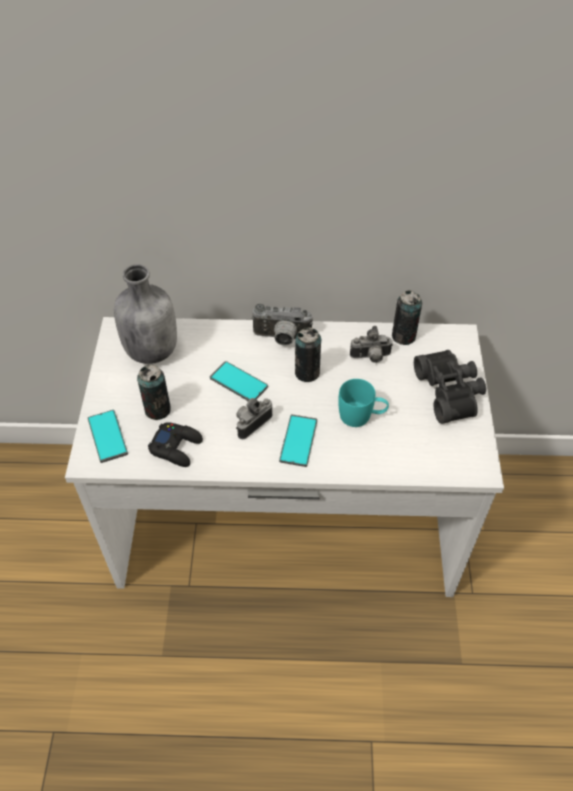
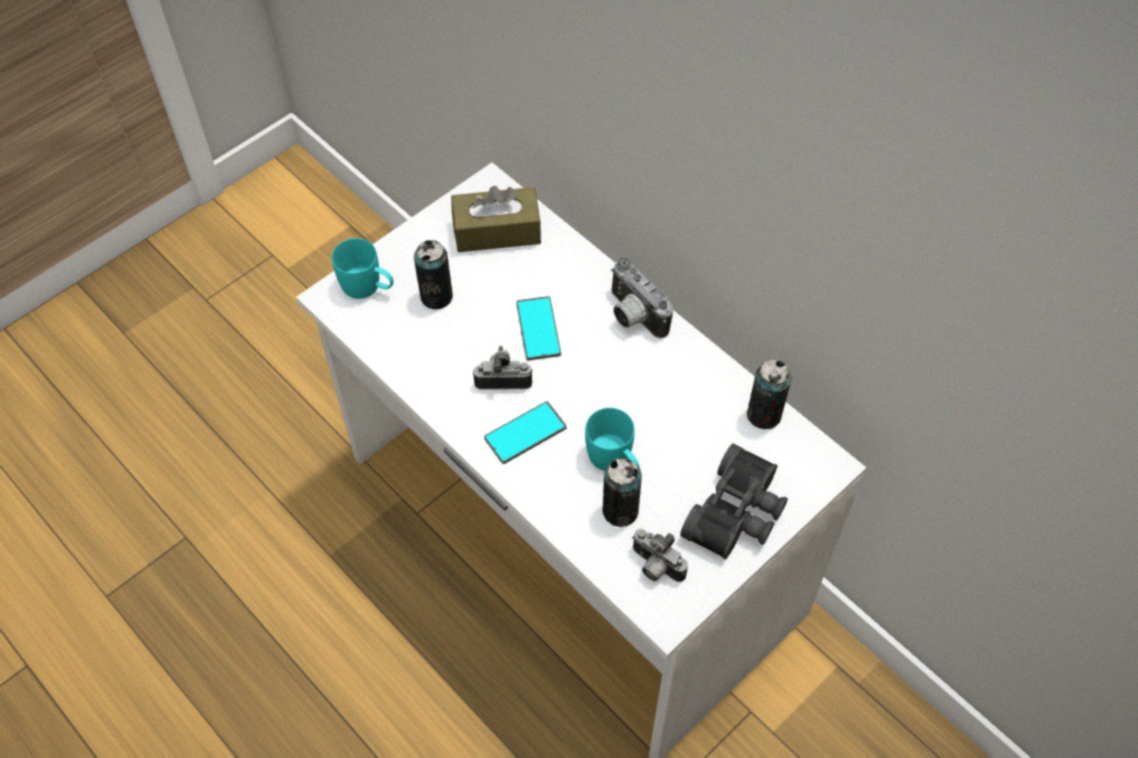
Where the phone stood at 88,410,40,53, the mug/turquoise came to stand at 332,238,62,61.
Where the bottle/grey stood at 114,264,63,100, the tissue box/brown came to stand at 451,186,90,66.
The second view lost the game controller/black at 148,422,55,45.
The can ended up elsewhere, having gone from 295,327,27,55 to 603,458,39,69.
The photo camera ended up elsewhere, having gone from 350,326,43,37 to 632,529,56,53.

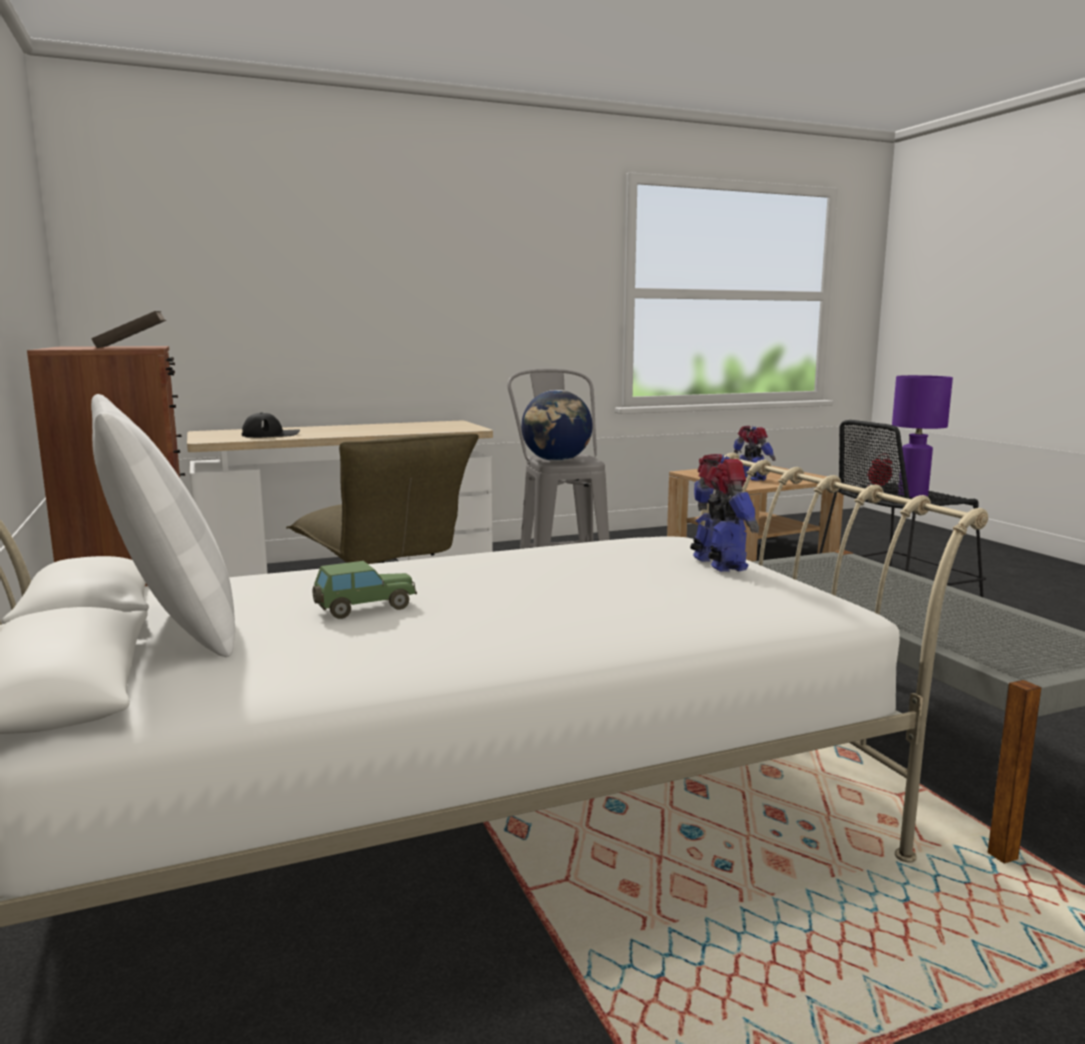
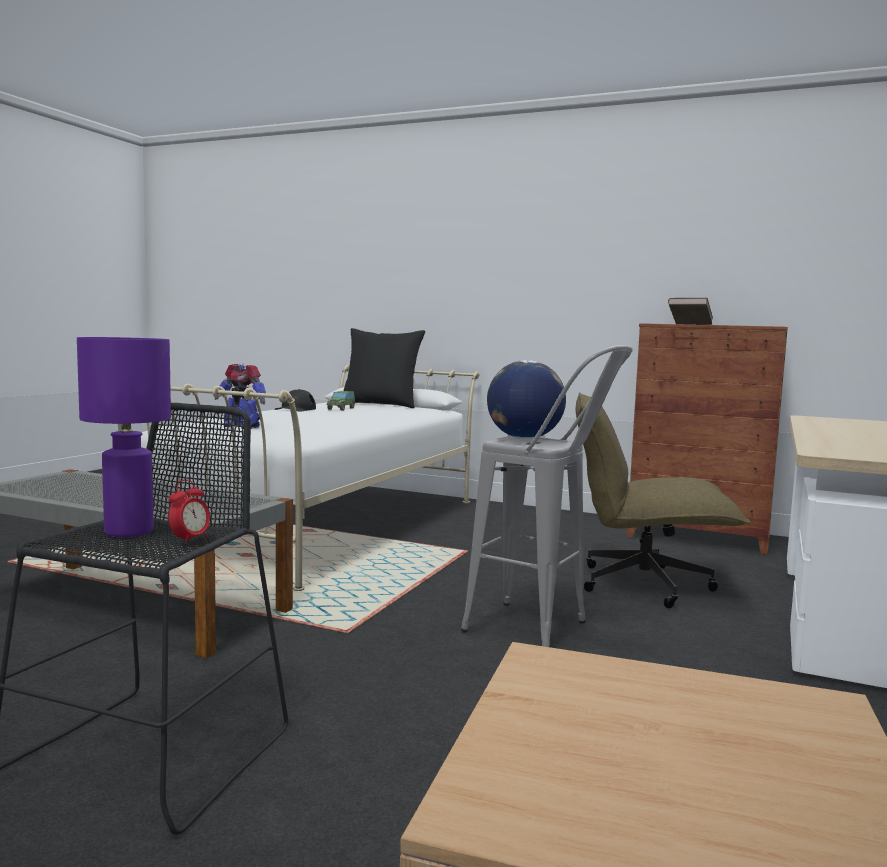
What was the pillow/white at 91,394,144,263 turned into the pillow/black at 343,328,82,80.
The cap/black ended up elsewhere, having gone from 242,412,58,26 to 274,389,42,23.
The second view lost the toy robot at 734,426,42,55.

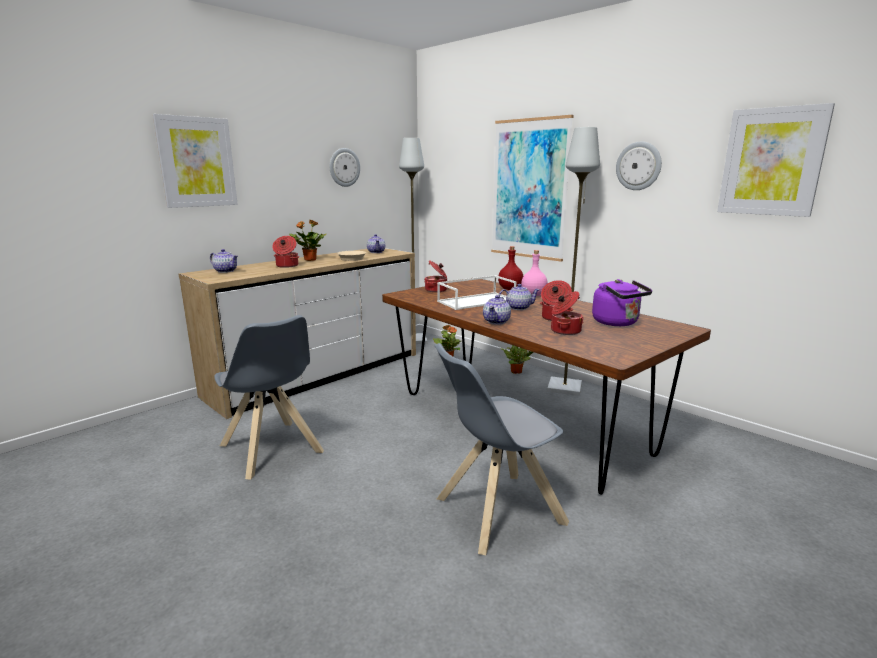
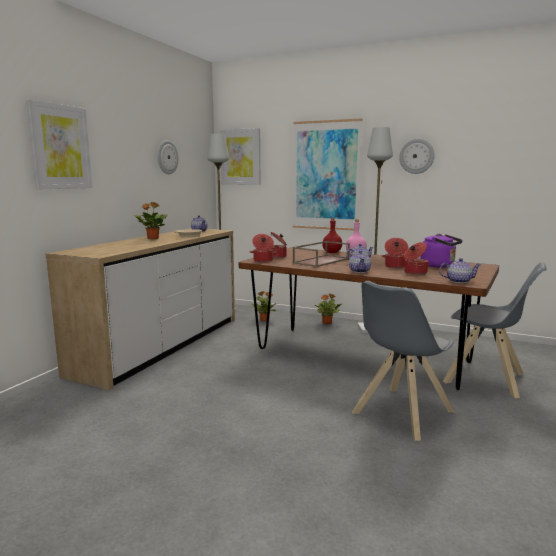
The teapot ended up elsewhere, having gone from 210,249,28,24 to 439,258,42,25.
The chair/grey ended up elsewhere, having gone from 214,315,110,165 to 443,262,103,136.
The cooking pot ended up elsewhere, having gone from 272,236,27,32 to 249,234,28,28.
What was the tray/white at 437,275,79,35 turned into the tray/brown at 293,241,57,26.
The picture ended up elsewhere, having gone from 717,103,118,114 to 220,128,40,57.

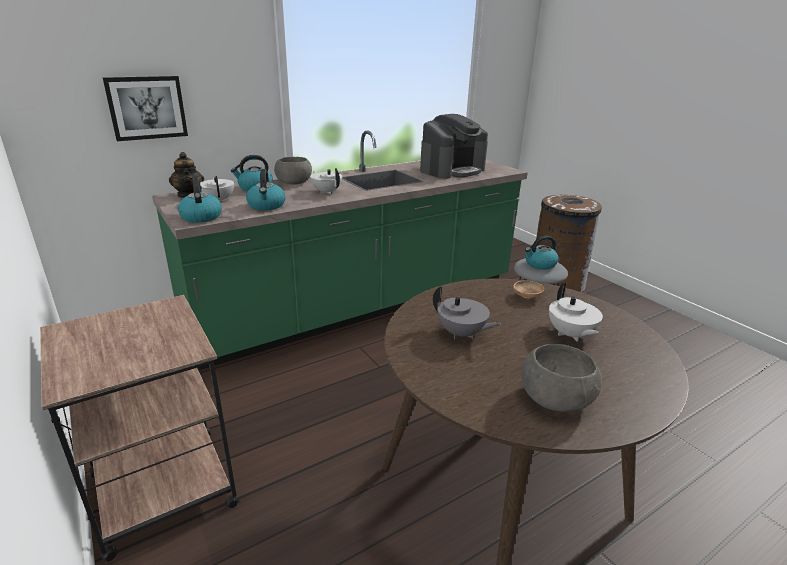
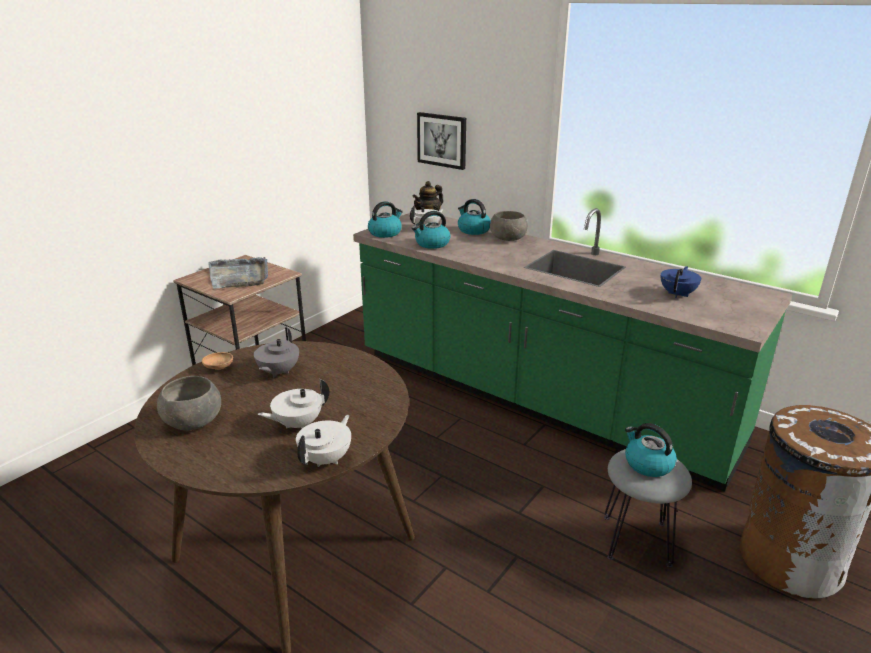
The teapot/white ended up elsewhere, having gone from 310,168,32,26 to 296,415,55,52.
Where the coffee machine stood at 420,114,68,65, the teapot/blue came to stand at 661,266,40,32.
The bowl/brown ended up elsewhere, having gone from 513,280,31,18 to 202,352,31,18.
The second view gained the tray/grey at 208,257,60,32.

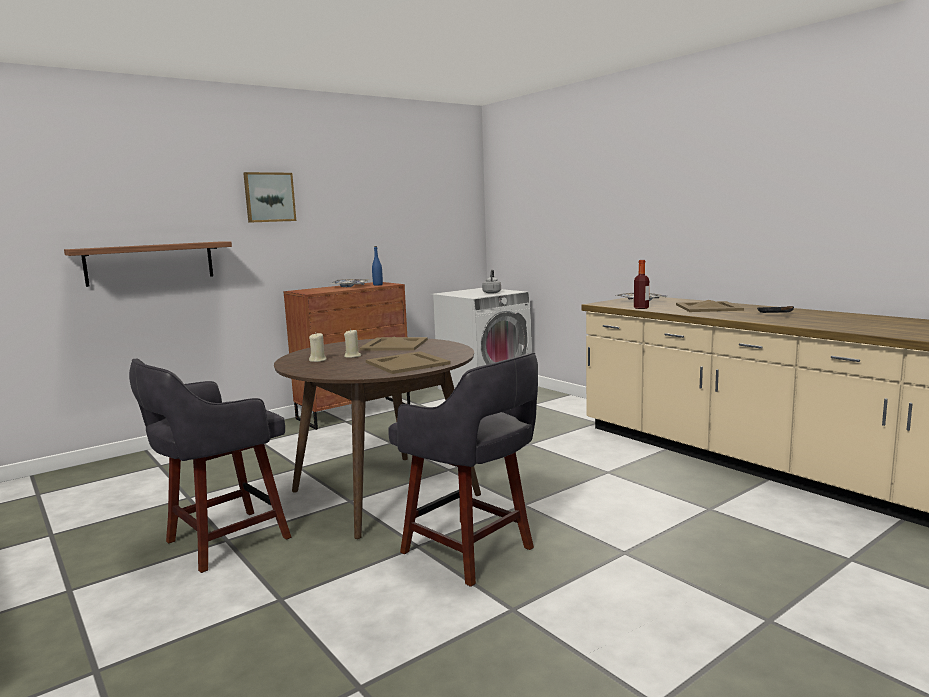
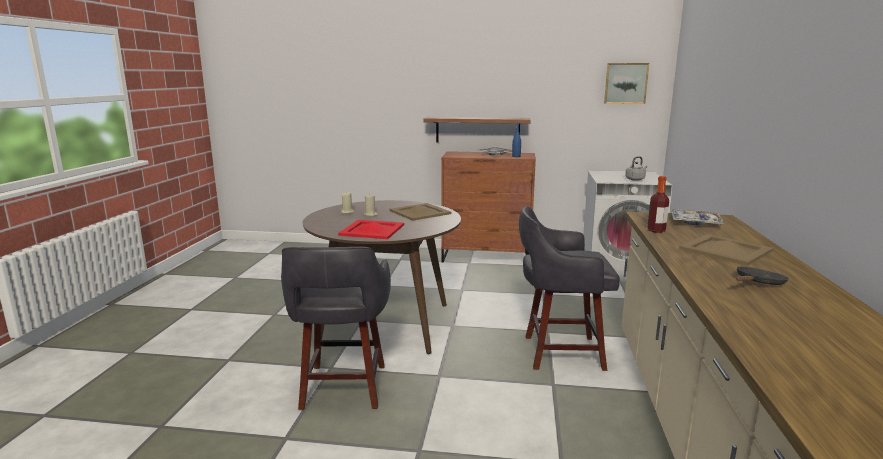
The shelf ended up elsewhere, having gone from 64,241,168,46 to 424,117,107,25.
The stool/grey ended up elsewhere, having gone from 129,359,162,214 to 519,206,101,165.
The picture ended up elsewhere, having gone from 243,172,53,51 to 604,63,45,41.
What was the tray/beige at 366,351,84,23 turned into the tray/red at 338,220,66,19.

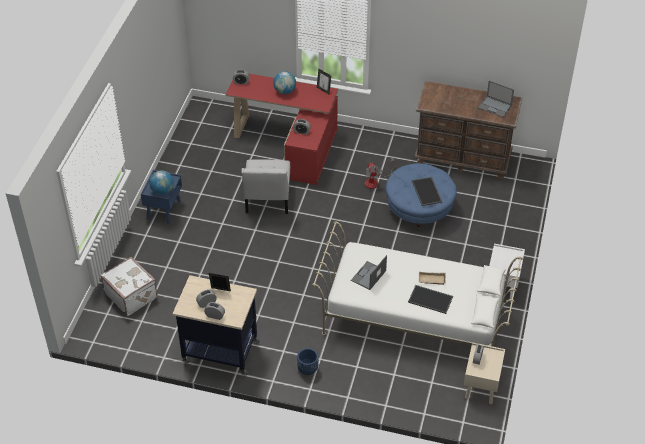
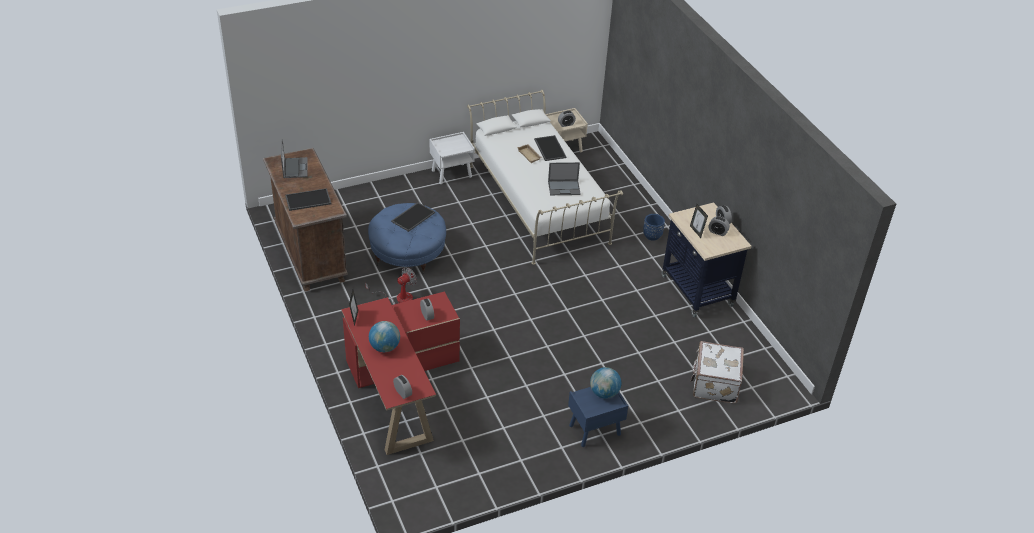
The second view lost the chair/white at 242,160,48,54.
The second view gained the tray at 285,188,46,23.

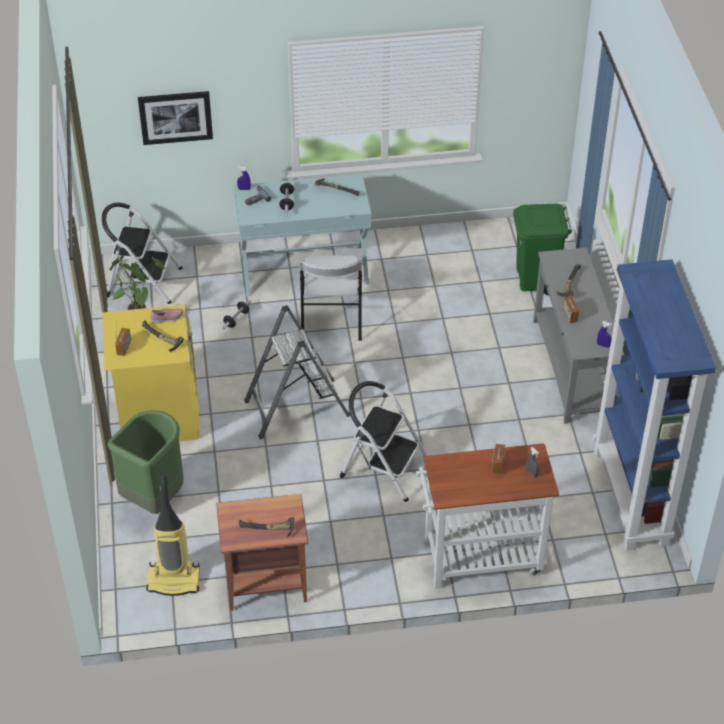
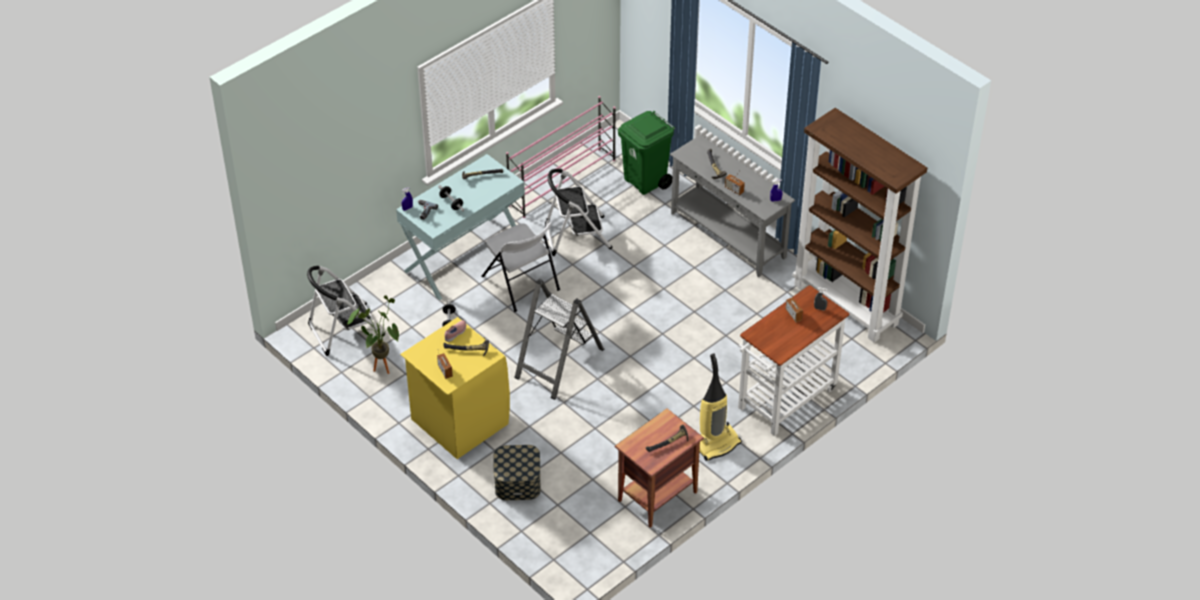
Where the trash can/green stood at 108,410,75,104, the storage box came to stand at 494,445,47,55.
The second view lost the picture at 138,91,75,54.
The vacuum cleaner ended up elsewhere, having gone from 146,475,54,121 to 699,354,43,107.
The step ladder ended up elsewhere, having gone from 340,381,88,121 to 545,169,67,87.
What was the bookcase/blue at 593,259,123,292 turned into the bookcase/brown at 793,108,134,235.
The second view gained the shoe rack/pink at 506,96,110,122.

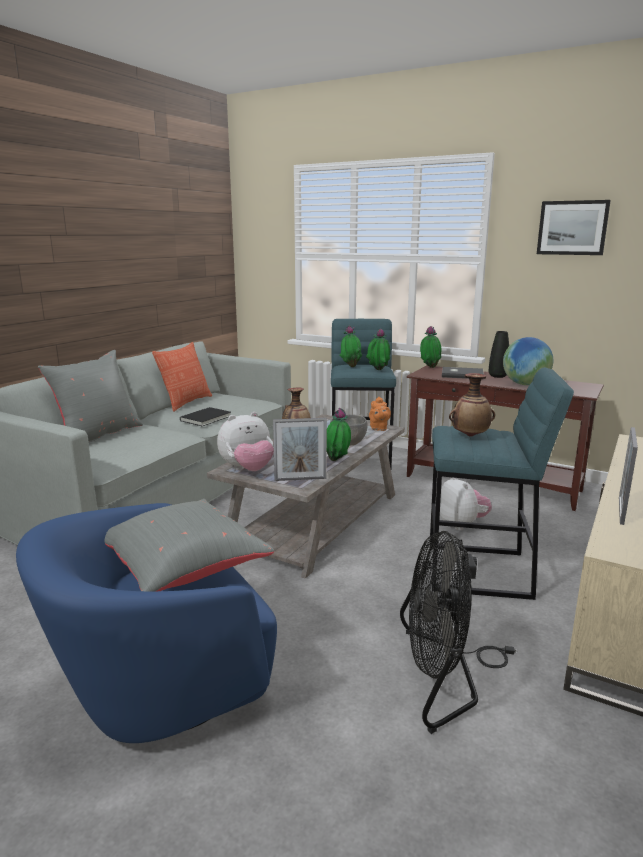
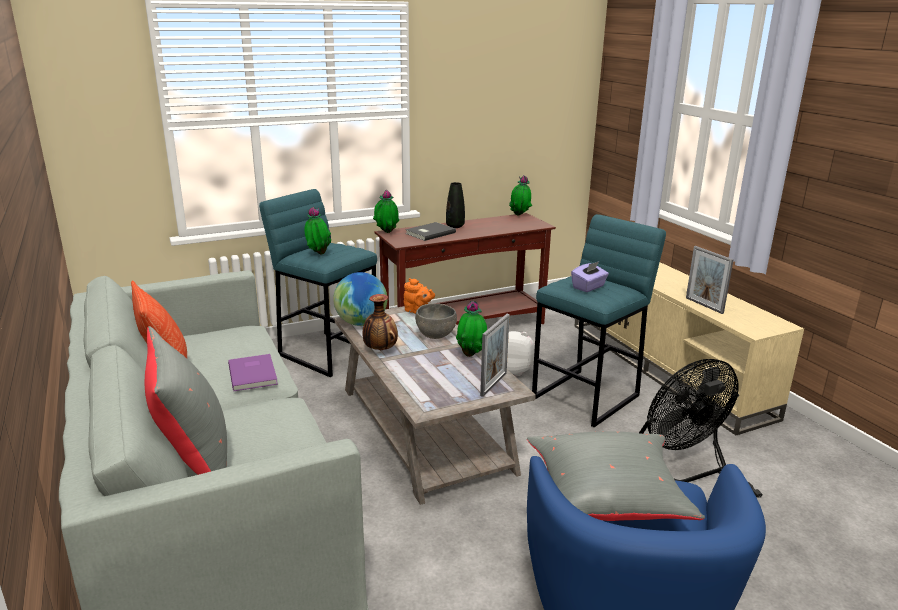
What was the book/black at 180,407,51,19 turned into the book/purple at 228,354,50,37.
The second view lost the plush toy at 217,412,57,59.
The potted plant ended up elsewhere, having gone from 366,328,24,42 to 509,175,23,41.
The fan/black at 400,531,116,203 ended up facing another way, 120 degrees clockwise from before.
Where the vase stood at 449,373,46,64, the tissue box/purple came to stand at 571,262,38,30.
The globe ended up elsewhere, having gone from 503,337,50,48 to 333,272,54,54.
The second view lost the picture at 537,200,74,55.

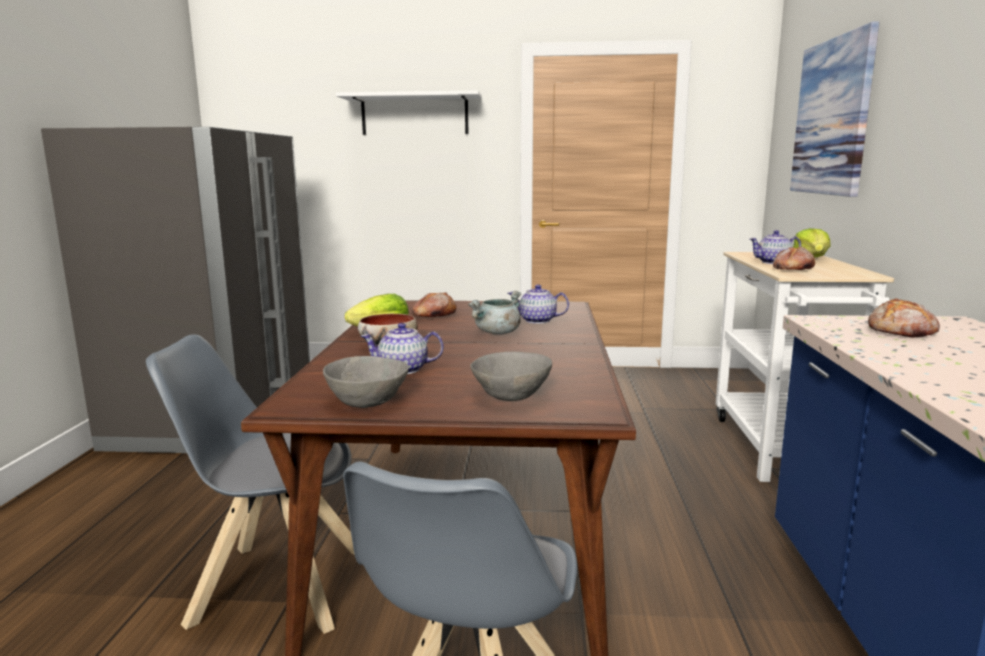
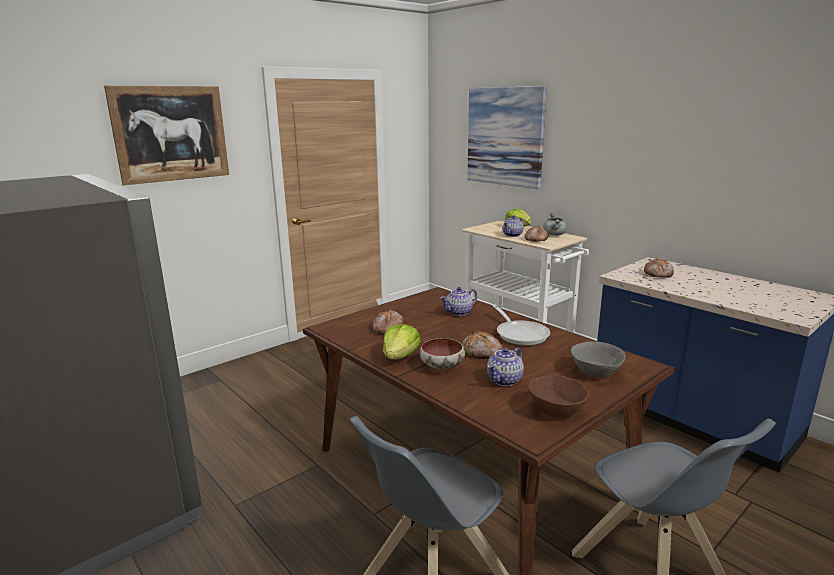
What was the bowl/grey at 323,356,86,52 turned into the bowl/brown at 528,375,61,43.
Where the shelf/white hung at 336,91,146,44, the picture came to hang at 104,86,125,99.
The cooking pot/grey ended up elsewhere, having gone from 468,291,53,44 to 543,213,24,23.
The second view gained the bread at 461,331,42,28.
The second view gained the frying pan at 492,305,58,41.

